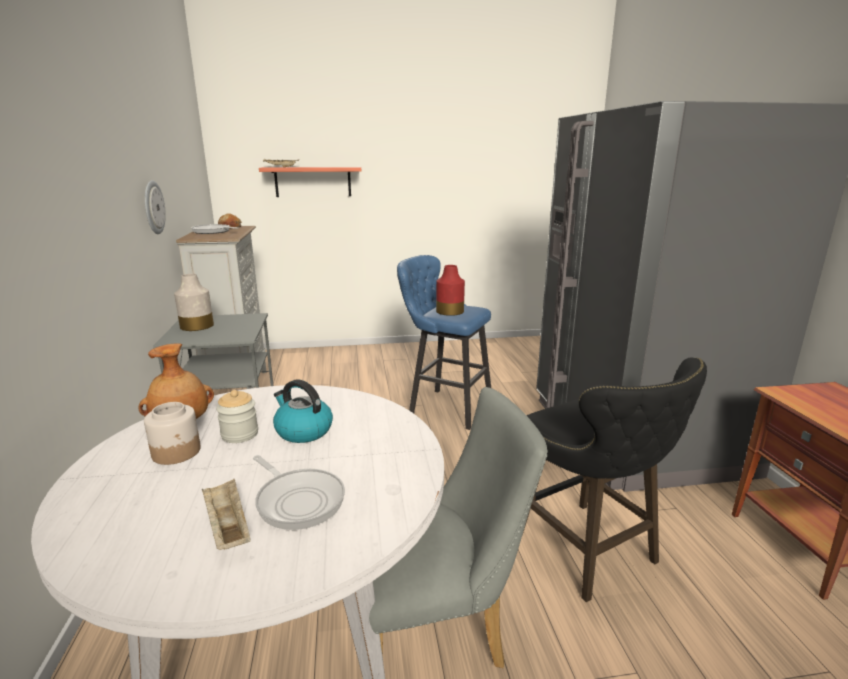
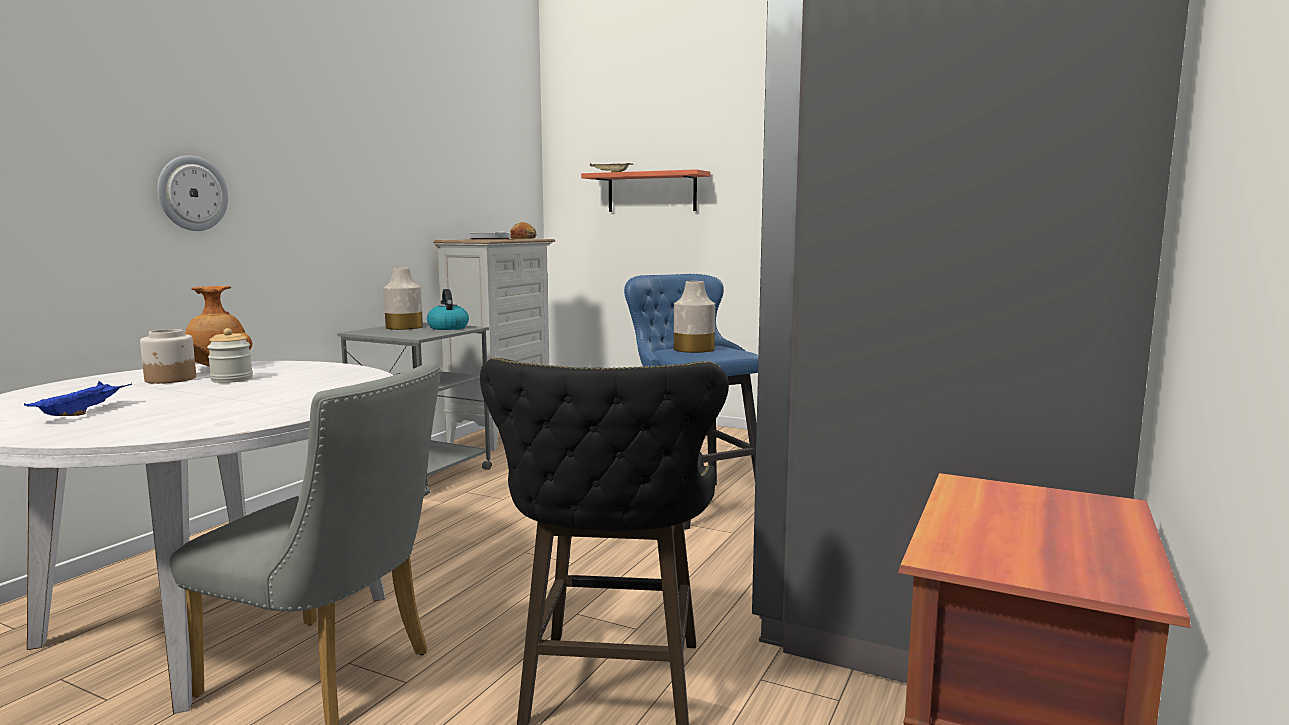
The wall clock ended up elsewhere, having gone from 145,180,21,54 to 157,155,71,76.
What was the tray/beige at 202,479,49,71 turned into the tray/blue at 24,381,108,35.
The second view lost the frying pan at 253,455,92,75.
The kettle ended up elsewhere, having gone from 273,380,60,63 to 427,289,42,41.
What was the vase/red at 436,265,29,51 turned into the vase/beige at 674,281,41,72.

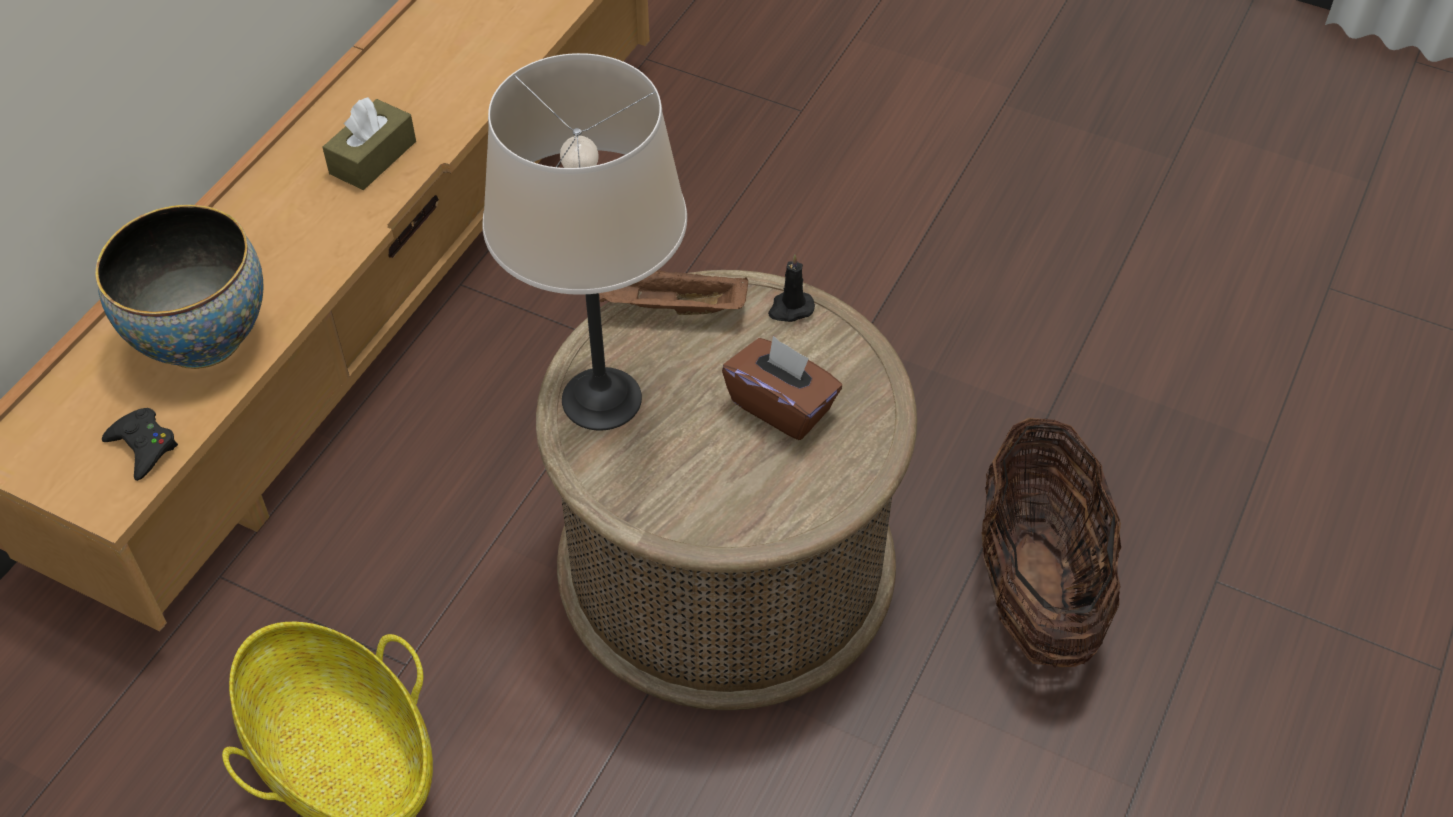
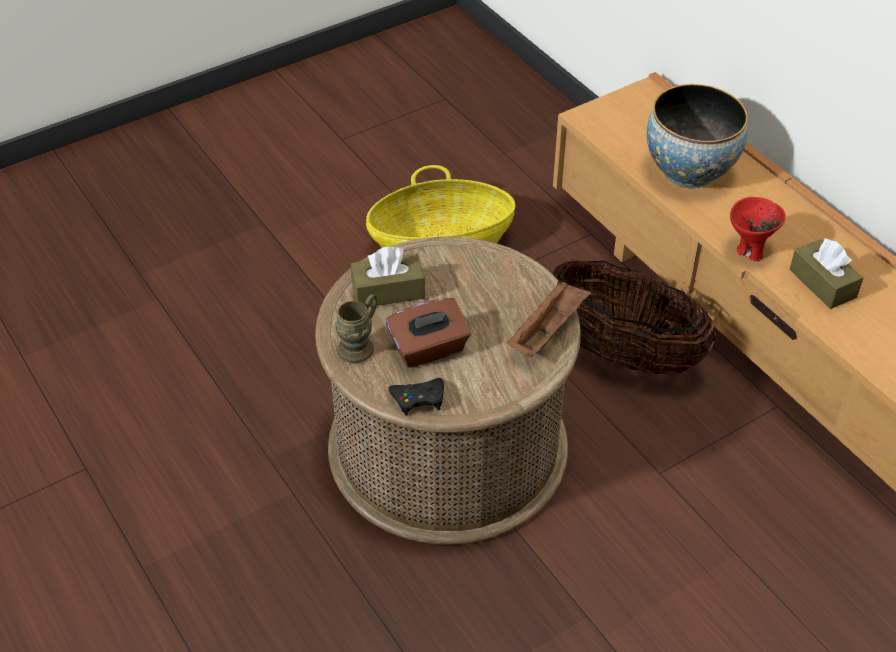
The game controller/black ended up elsewhere, having gone from 102,408,76,73 to 389,378,55,38.
The second view lost the table lamp/beige at 482,53,205,377.
The second view lost the candle/black at 768,254,47,68.
The basket ended up elsewhere, having gone from 982,418,139,250 to 552,260,164,114.
The second view gained the mug/brown at 335,294,42,69.
The second view gained the tissue box/brown at 351,246,74,61.
The second view gained the bowl/red at 730,197,56,65.

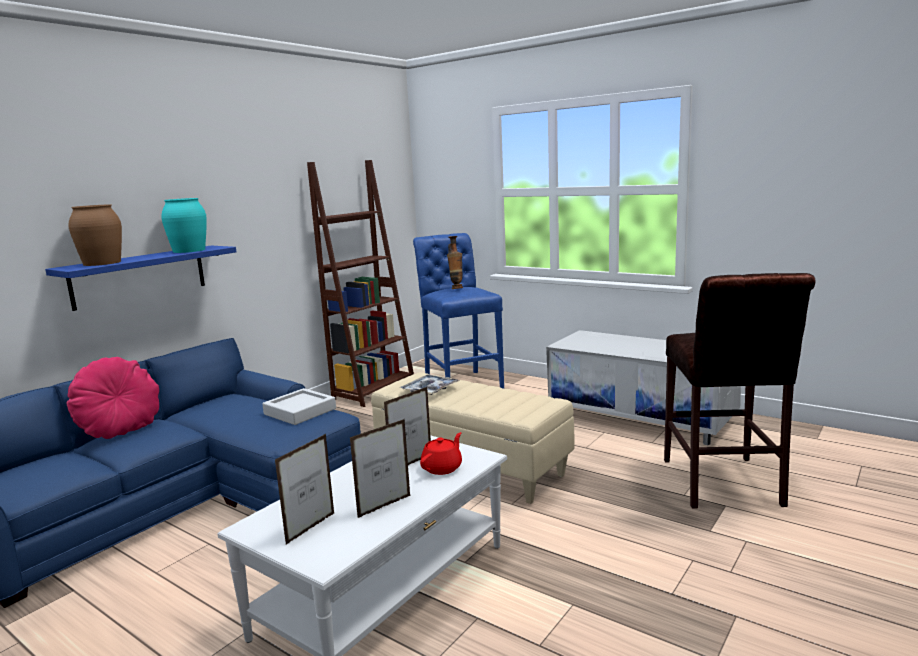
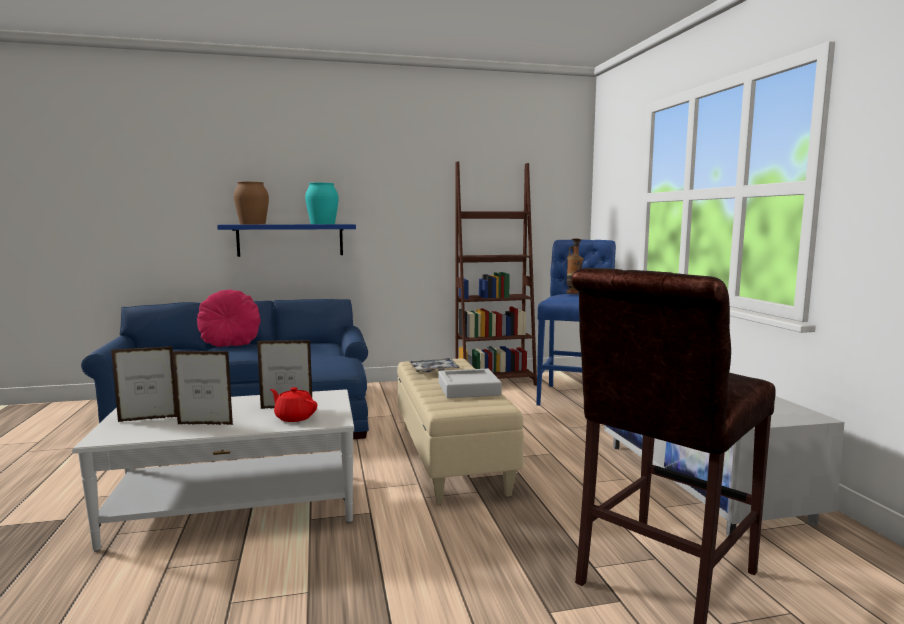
The tray/grey ended up elsewhere, having gone from 262,388,74,37 to 438,369,64,29.
The teapot/red at 420,432,42,43 ended up facing another way, 135 degrees counterclockwise from before.

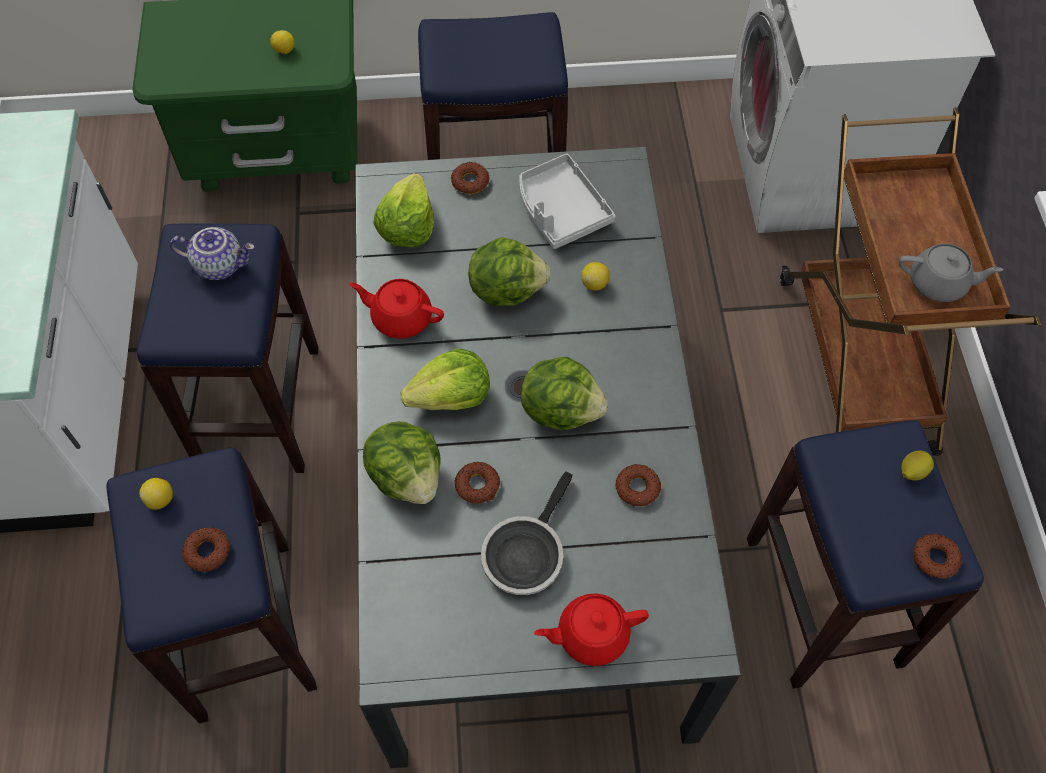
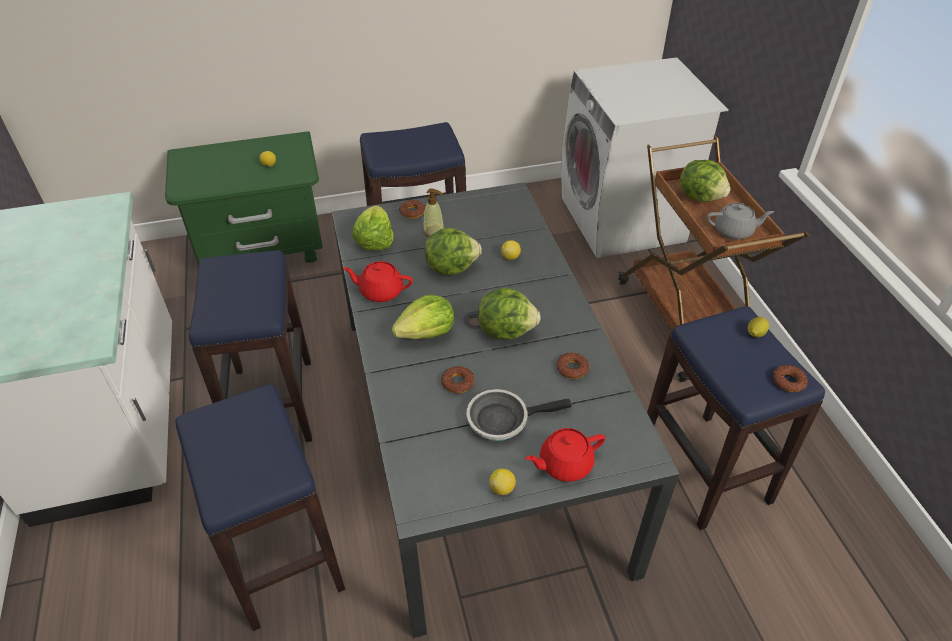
The lemon ended up elsewhere, having gone from 139,478,34,32 to 489,469,27,26.
The second view lost the teapot at 170,227,84,53.
The second view lost the donut at 182,527,47,45.
The lettuce ended up elsewhere, having gone from 363,421,78,83 to 680,160,51,42.
The frying pan at 481,471,92,124 ended up facing another way, 60 degrees clockwise from before.
The second view lost the tray/grey at 519,153,96,96.
The second view gained the soap dispenser at 423,188,21,49.

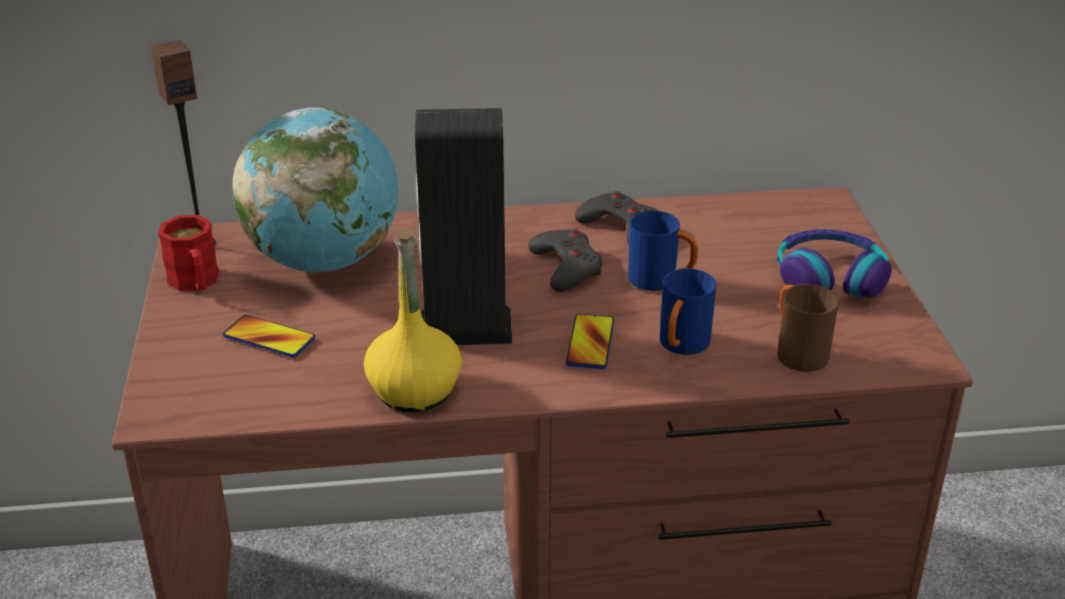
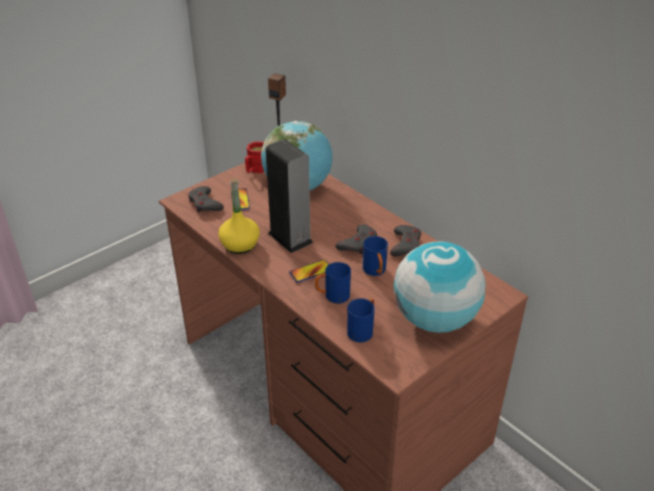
Where the headphones stood at 777,229,115,69, the globe came to stand at 394,241,92,92.
What was the mug/brown at 777,284,62,88 turned into the mug/blue at 347,298,28,44.
The second view gained the game controller/grey at 188,186,36,26.

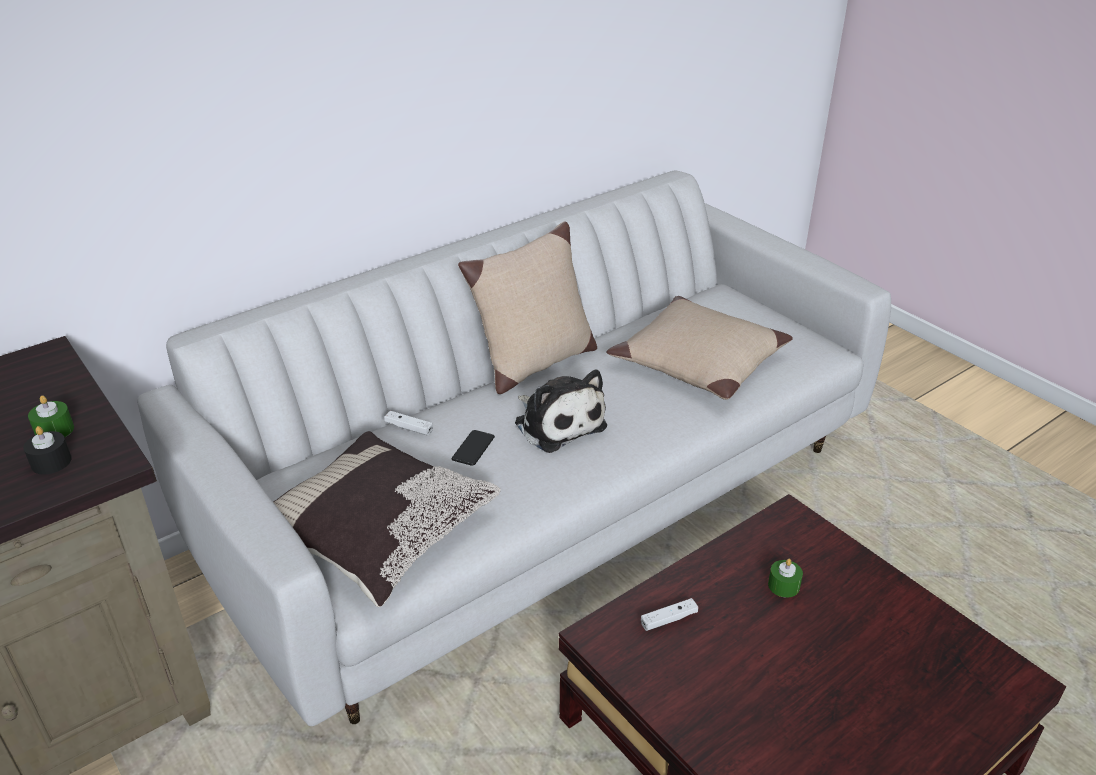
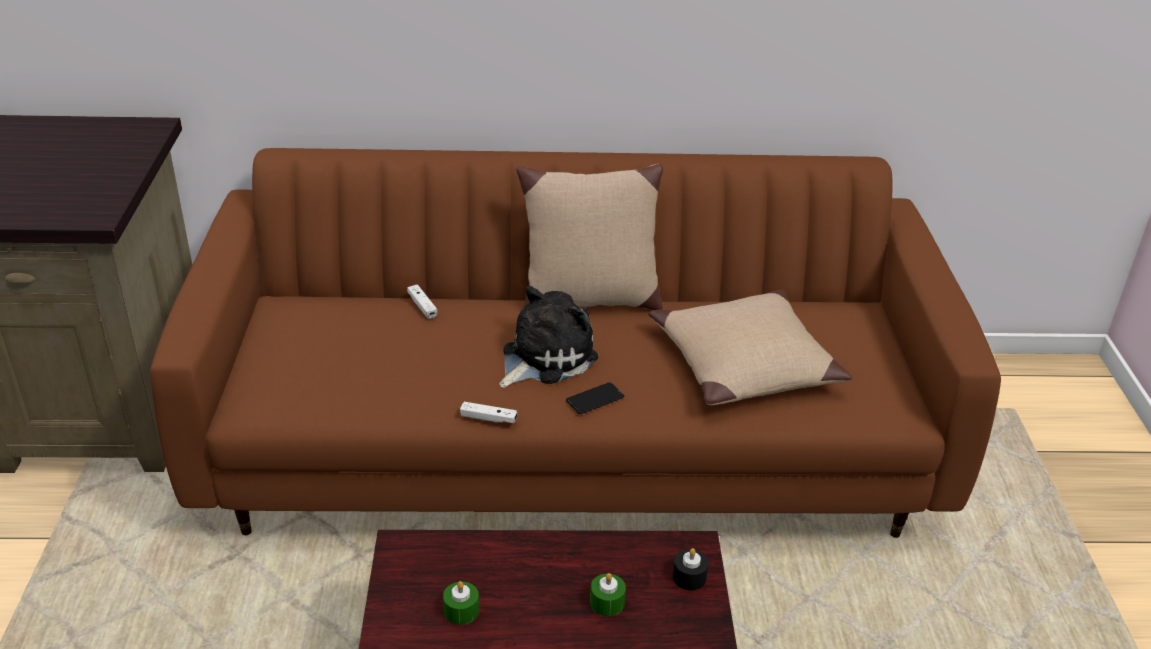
The candle/black ended up elsewhere, having gone from 23,426,49,49 to 673,548,36,42.
The candle/green ended up elsewhere, having gone from 28,395,46,42 to 443,581,36,44.
What was the sofa/white at 137,171,754,555 turned into the sofa/brown at 150,148,851,390.
The second view lost the pillow at 273,431,228,176.
The phone ended up elsewhere, having gone from 452,430,43,36 to 566,382,58,32.
The plush toy at 515,370,92,83 ended up facing another way, 135 degrees counterclockwise from before.
The game controller/white ended up elsewhere, having gone from 641,598,57,33 to 460,402,57,21.

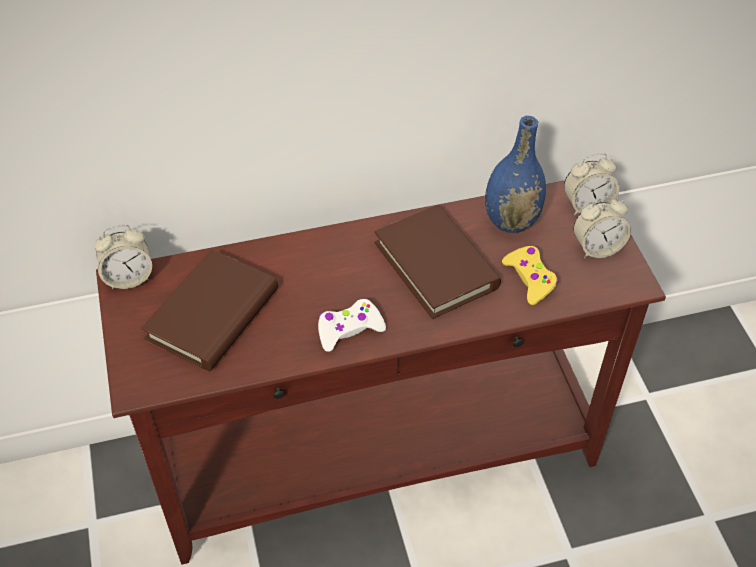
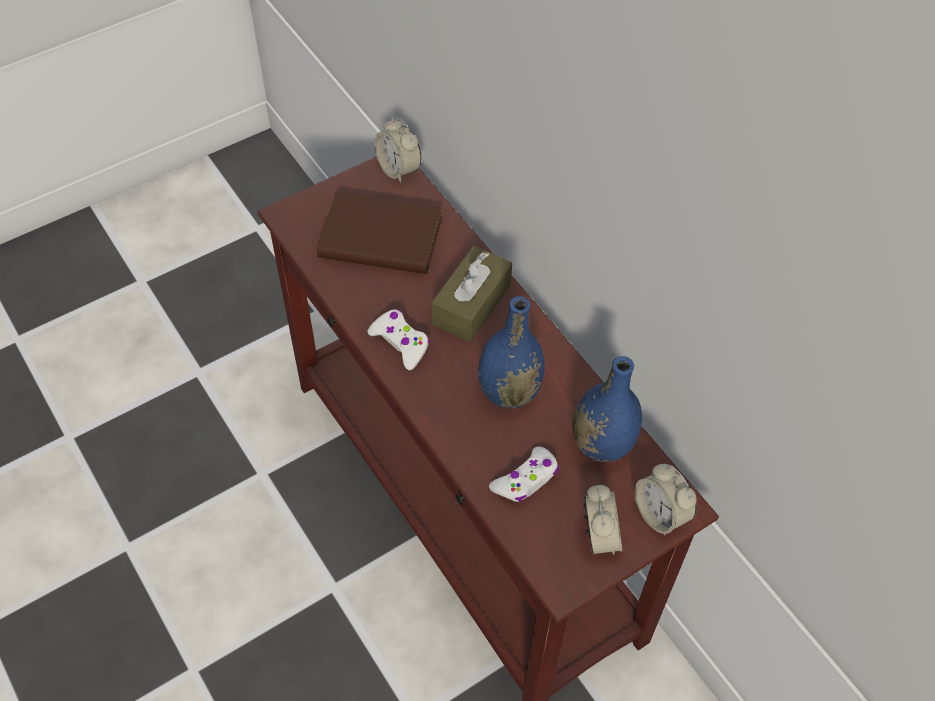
Where the book/brown stood at 375,205,126,114, the vase/blue came to stand at 478,296,67,113.
What was the game controller/yellow at 502,246,56,59 turned into the game controller/white at 489,447,70,55.
The alarm clock at 573,195,58,63 ended up facing another way, 150 degrees counterclockwise from before.
The second view gained the tissue box/brown at 431,246,81,96.

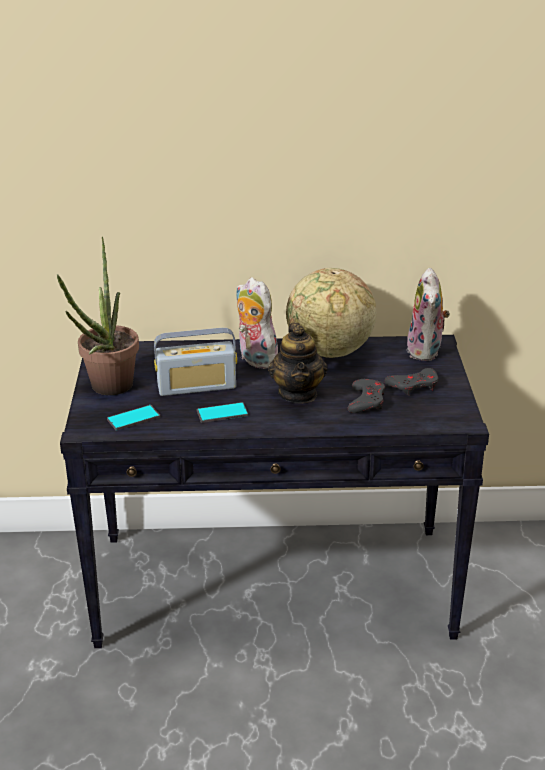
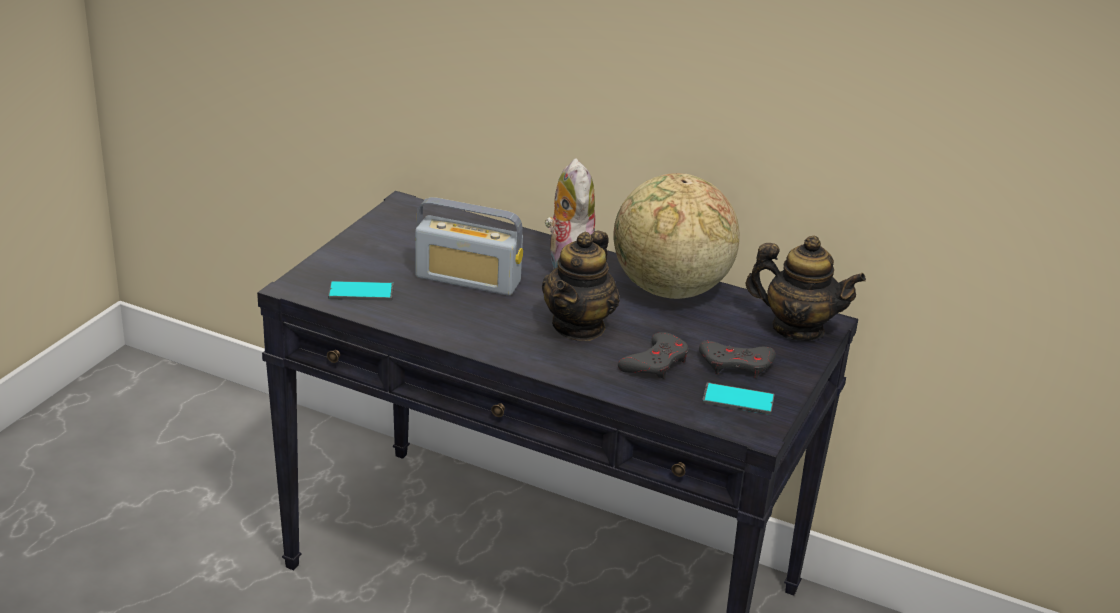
The second view lost the potted plant at 57,237,82,158.
The phone ended up elsewhere, having gone from 197,402,51,21 to 702,382,73,33.
Where the plush toy stood at 407,268,43,93, the teapot came to stand at 745,235,121,106.

